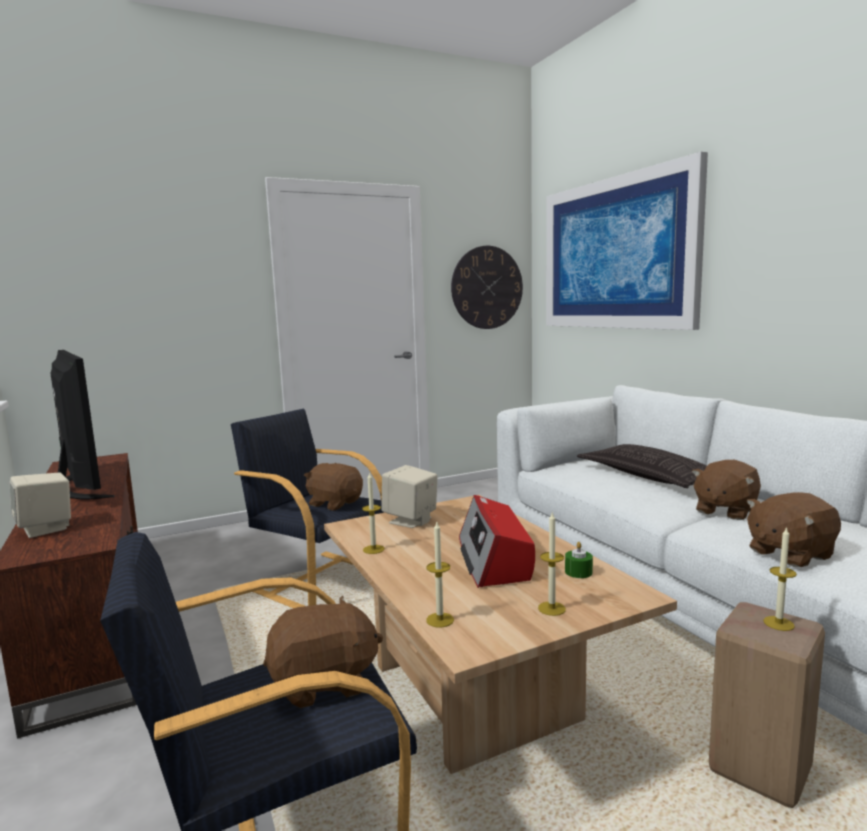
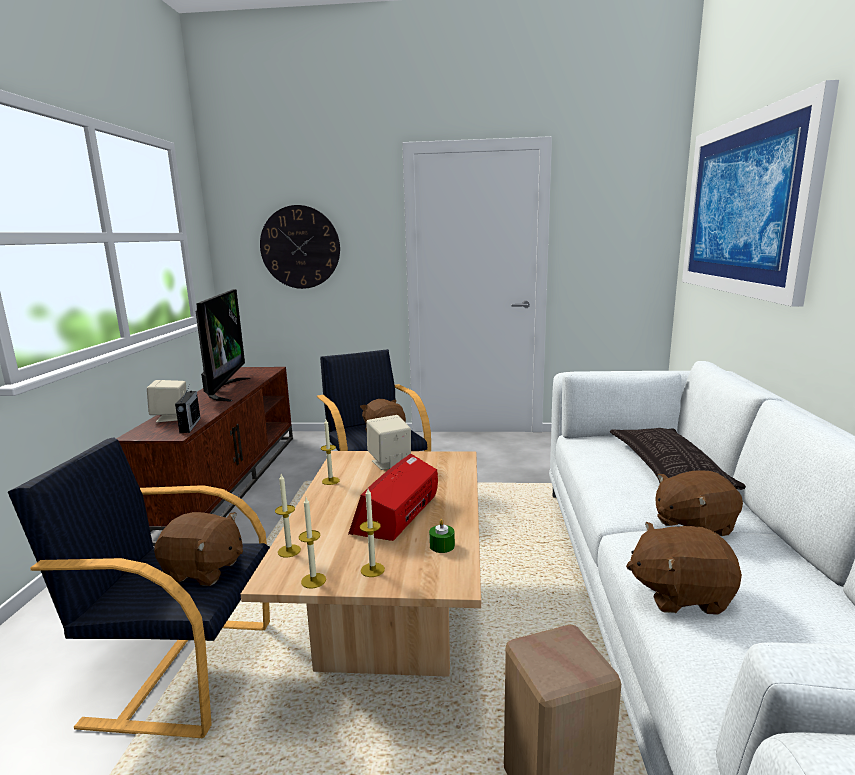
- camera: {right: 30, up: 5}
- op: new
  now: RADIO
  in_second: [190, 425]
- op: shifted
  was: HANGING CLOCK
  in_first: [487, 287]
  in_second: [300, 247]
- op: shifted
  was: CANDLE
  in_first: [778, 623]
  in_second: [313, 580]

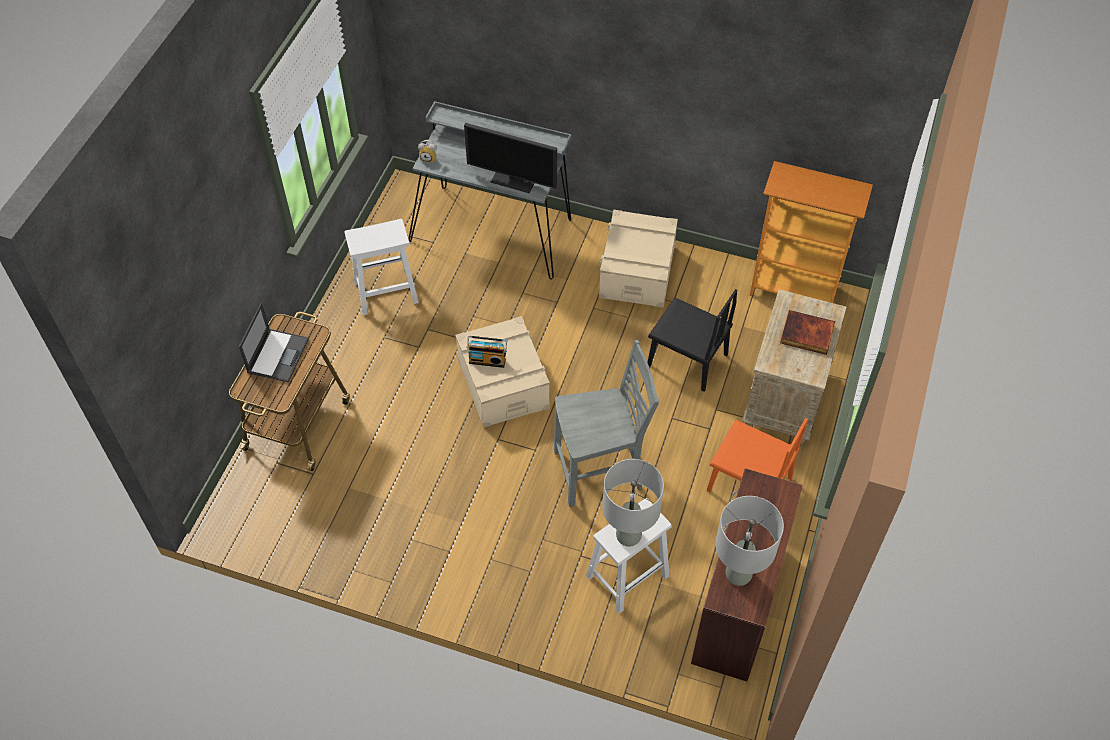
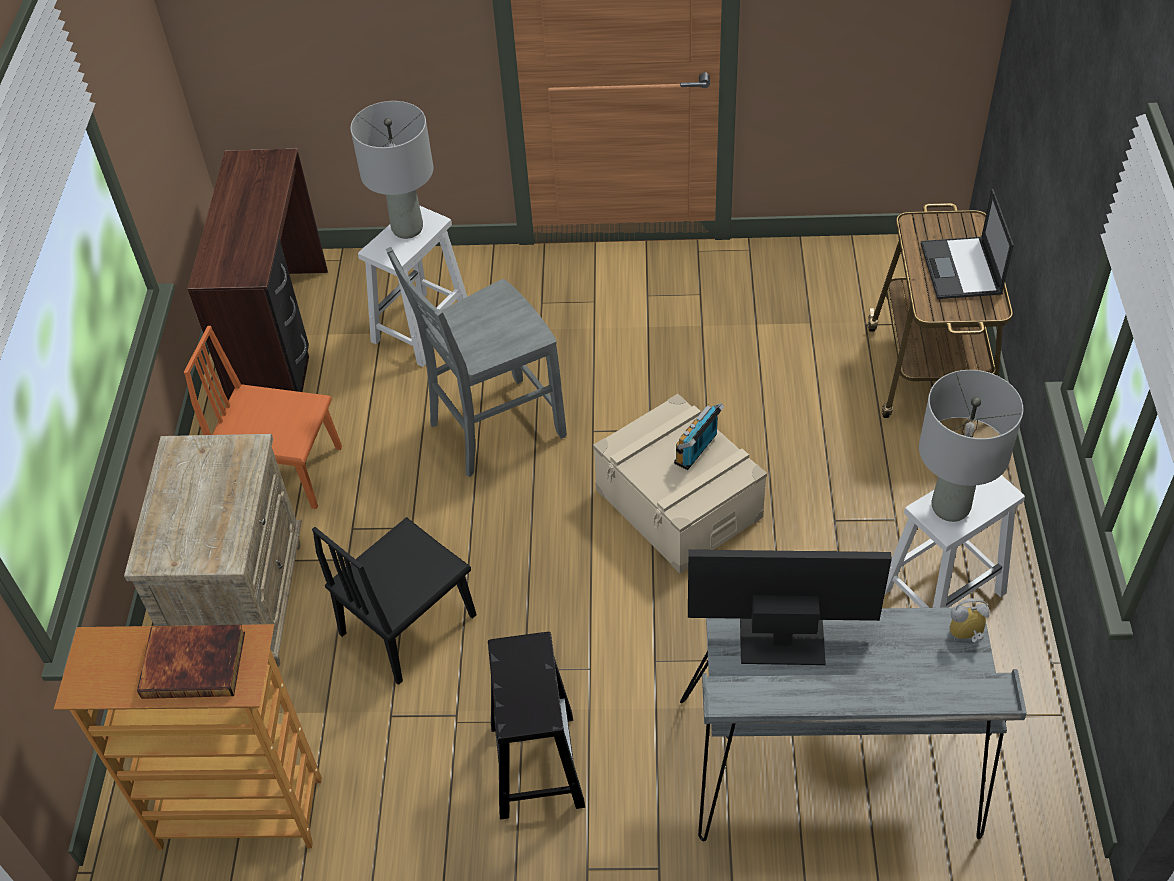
- camera: {right: 165, up: -5}
- op: shifted
  was: BOUND BOOK
  in_first: [806, 335]
  in_second: [195, 663]
- op: rotated
  was: BLACK PLAIN CHAIR
  in_first: [687, 359]
  in_second: [408, 624]
  clockwise: -60
- op: swapped
  was: BEIGE STORAGE BOX
  now: BLACK STOOL
  in_first: [637, 272]
  in_second: [536, 763]
- op: rotated
  was: RADIO
  in_first: [487, 360]
  in_second: [698, 450]
  clockwise: -45
- op: shifted
  was: GREYISH TABLE LAMP
  in_first: [738, 575]
  in_second: [951, 507]

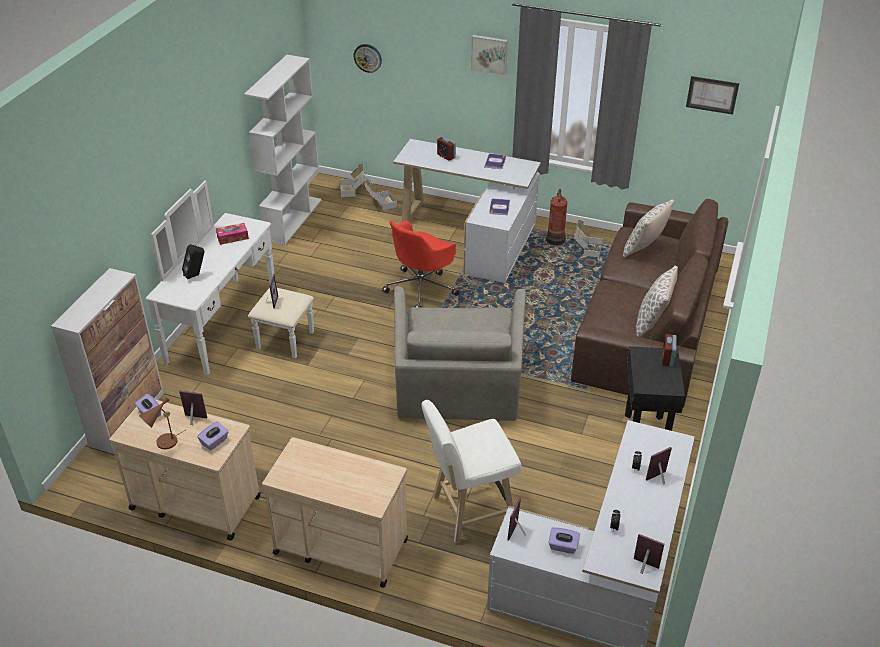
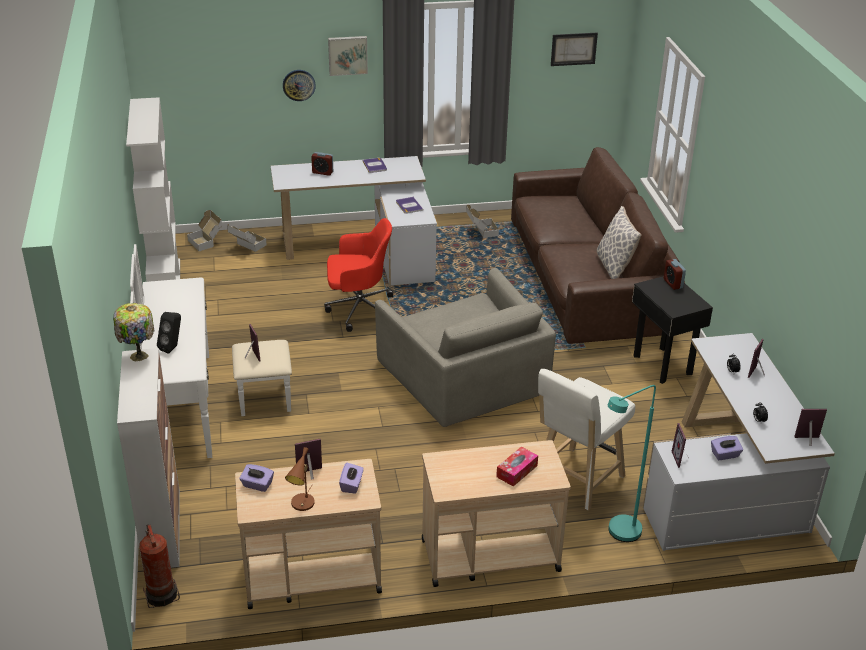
- camera: {right: -30, up: -5}
- op: new
  now: TABLE LAMP
  in_second: [138, 357]
- op: shifted
  was: EXTINGUISHER
  in_first: [555, 239]
  in_second: [162, 594]
- op: shifted
  was: HANGING CLOCK
  in_first: [368, 57]
  in_second: [299, 85]
- op: rotated
  was: RED COMPUTER CHAIR
  in_first: [421, 288]
  in_second: [359, 309]
  clockwise: -105
- op: shifted
  was: BOX OF TISSUES
  in_first: [232, 237]
  in_second: [517, 471]
- op: new
  now: BLUE-GREEN FLOOR LAMP
  in_second: [618, 534]
- op: gone
  was: CUSHION
  in_first: [644, 249]

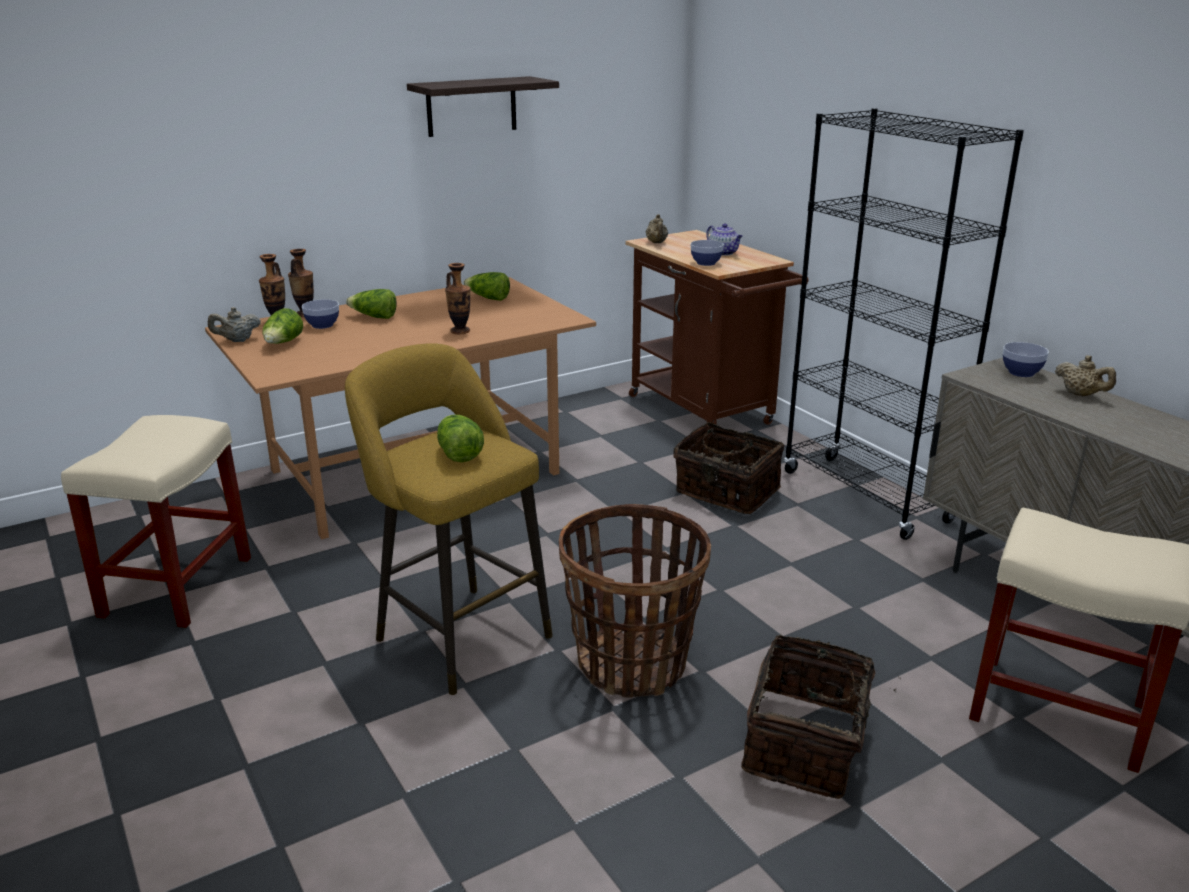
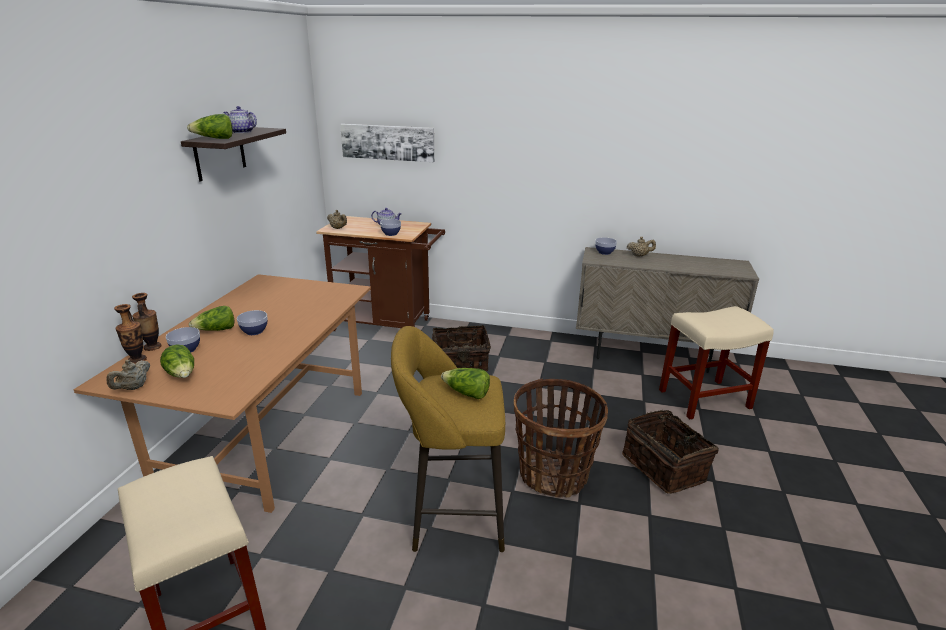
- camera: {right: -45, up: 0}
- op: shifted
  was: HEAD OF LETTUCE
  in_first: [488, 298]
  in_second: [214, 139]
- op: new
  now: POT FOR TEA
  in_second: [241, 132]
- op: new
  now: SERVING BOWL
  in_second: [254, 331]
- op: new
  now: WALL ART
  in_second: [388, 142]
- op: gone
  was: DECORATIVE VASE
  in_first: [460, 331]
- op: gone
  was: BLACK SHELVING UNIT
  in_first: [866, 496]

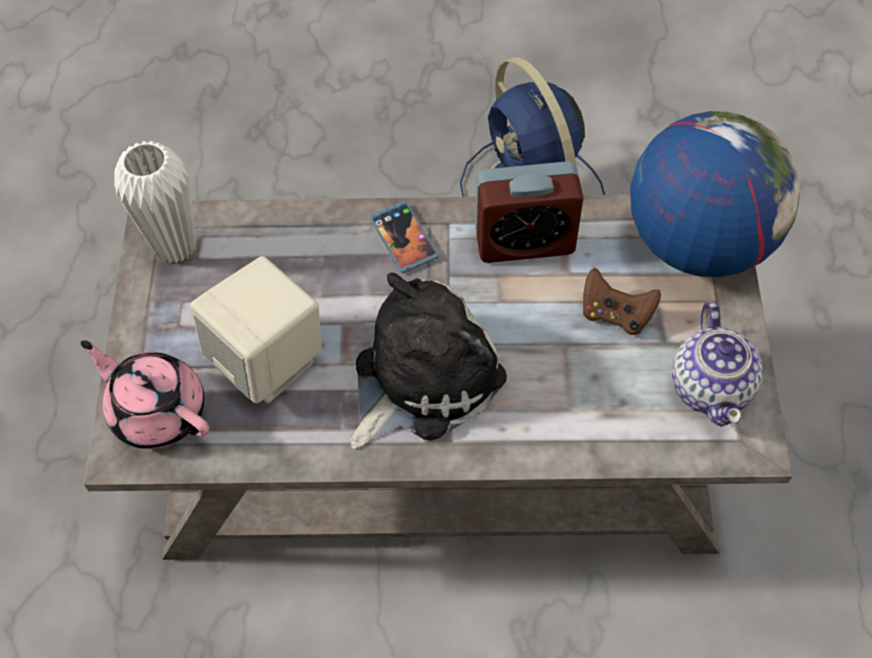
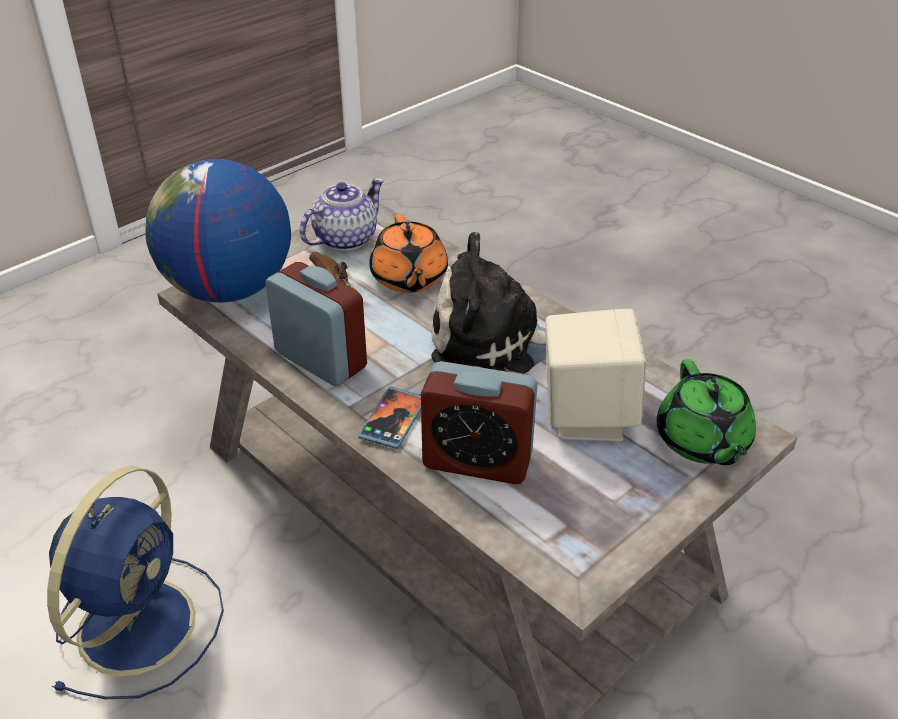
- camera: {right: -135, up: -20}
- op: new
  now: ORANGEY POT FOR TEA
  in_second: [409, 279]
- op: new
  now: TABLE CLOCK
  in_second: [477, 461]
- op: repainted
  was: PINKISH POT FOR TEA
  now: GREENISH POT FOR TEA
  in_first: [157, 410]
  in_second: [702, 442]
- op: gone
  was: WHITE-COLOURED DECORATIVE VASE
  in_first: [175, 246]

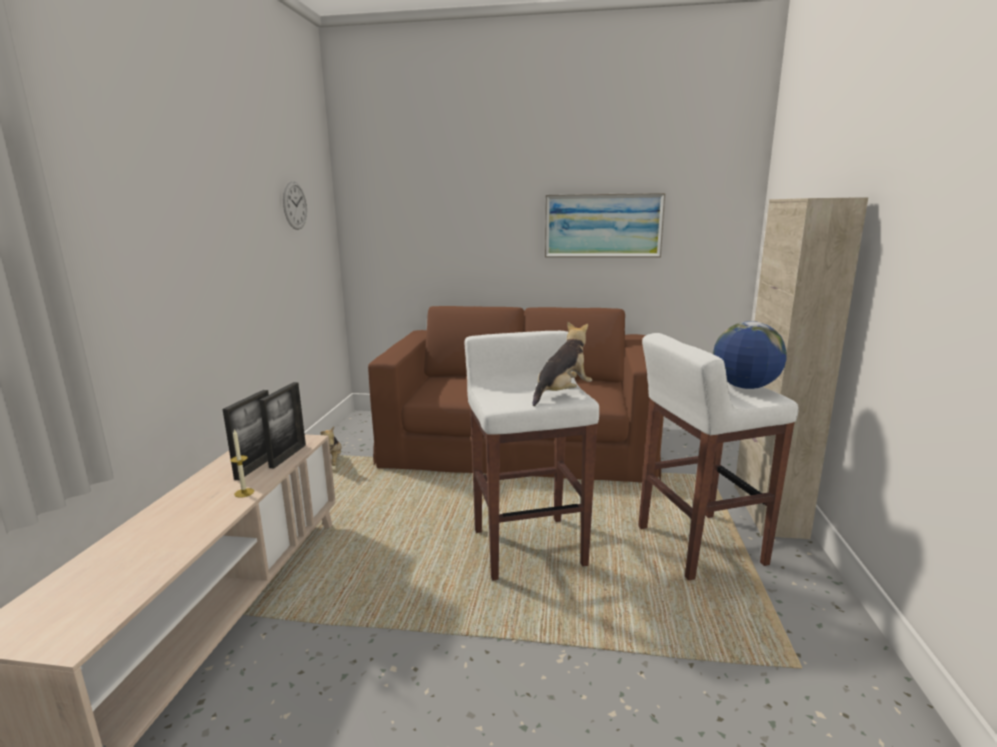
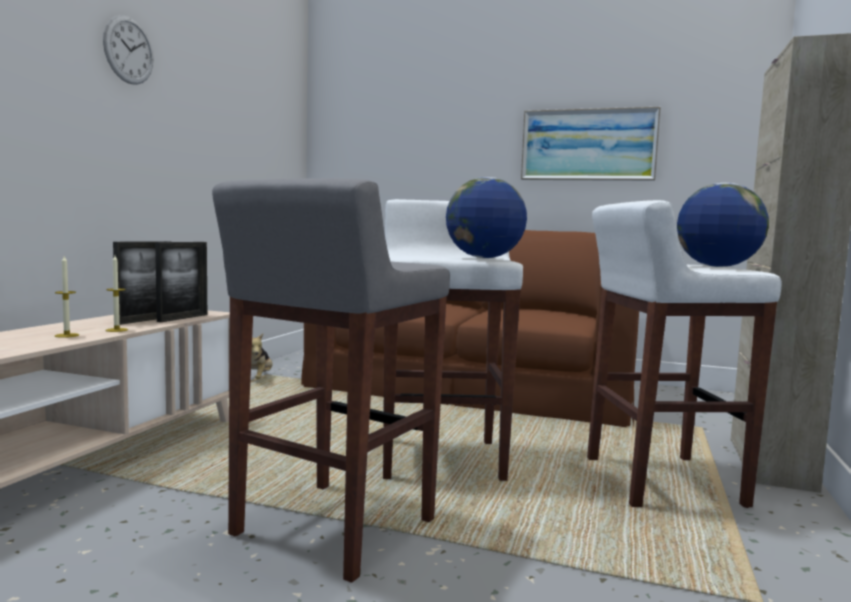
- camera: {right: 10, up: -10}
- op: new
  now: CANDLE
  in_second: [67, 335]
- op: shifted
  was: HANGING CLOCK
  in_first: [295, 205]
  in_second: [129, 50]
- op: new
  now: GREYISH STOOL
  in_second: [332, 529]
- op: swapped
  was: SOFT TOY
  now: DESK GLOBE
  in_first: [562, 393]
  in_second: [484, 258]

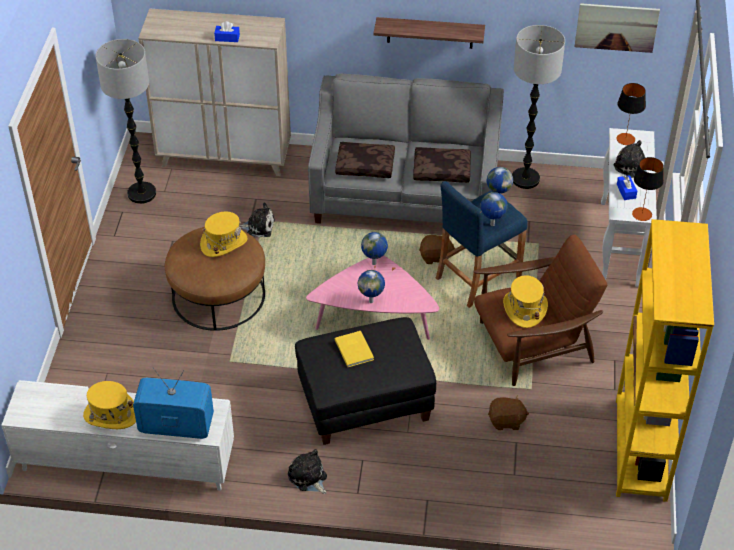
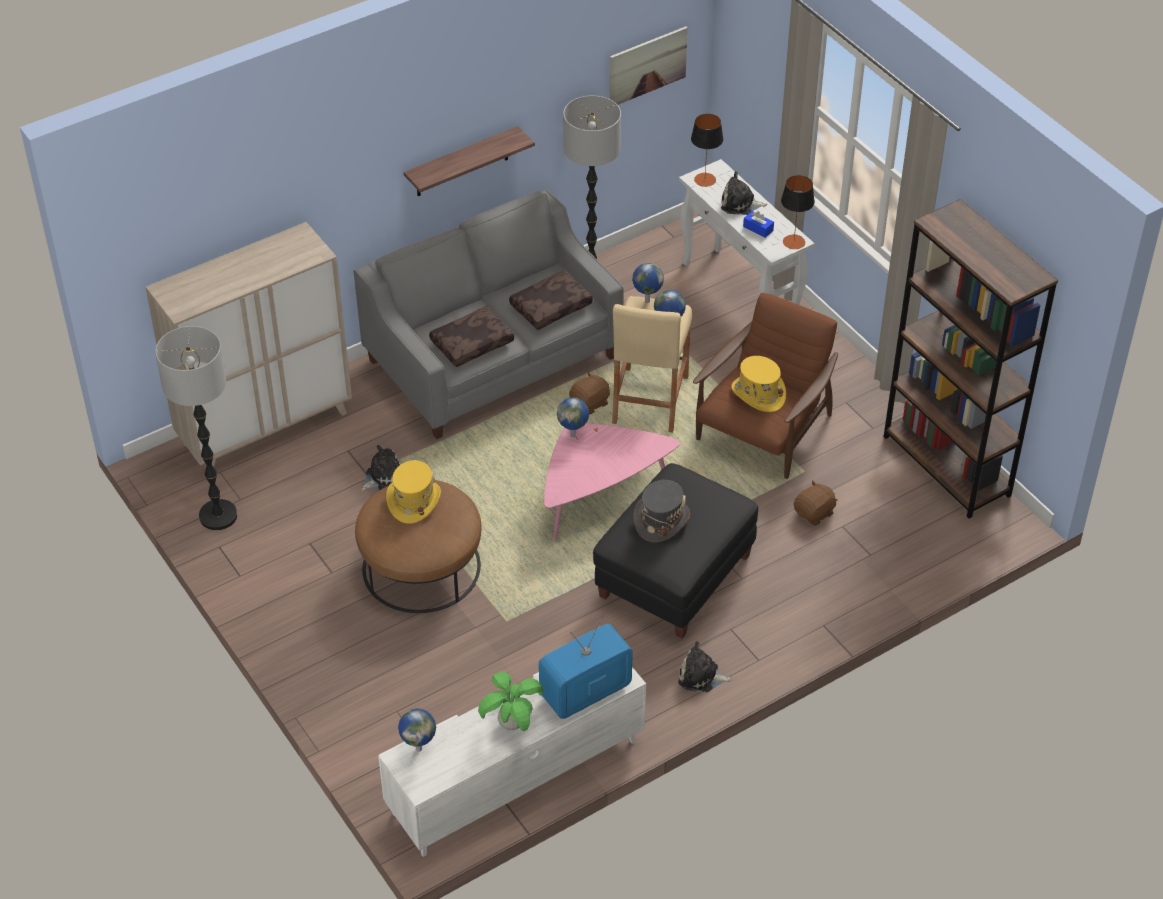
- camera: {right: -40, up: 0}
- op: shifted
  was: DESK GLOBE
  in_first: [371, 301]
  in_second: [419, 748]
- op: swapped
  was: YELLOW-COLOURED WEARABLE HAT
  now: HOUSEPLANT
  in_first: [110, 415]
  in_second: [511, 724]
- op: repainted
  was: BLUE STOOL
  now: BEIGE STOOL
  in_first: [477, 277]
  in_second: [649, 400]
- op: swapped
  was: YELLOW-COLOURED BOUND BOOK
  now: GREYISH WEARABLE HAT
  in_first: [355, 349]
  in_second: [661, 520]
- op: repainted
  was: YELLOW-COLOURED SHELVING UNIT
  now: BROWN SHELVING UNIT
  in_first: [640, 449]
  in_second: [946, 466]
- op: gone
  was: BLUE BOX OF TISSUES
  in_first: [227, 38]

